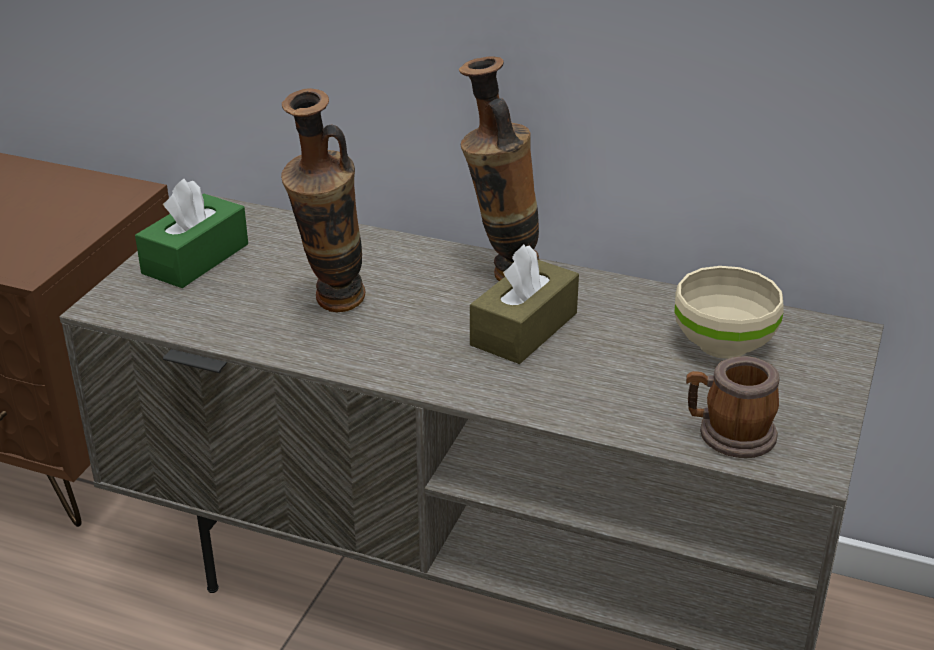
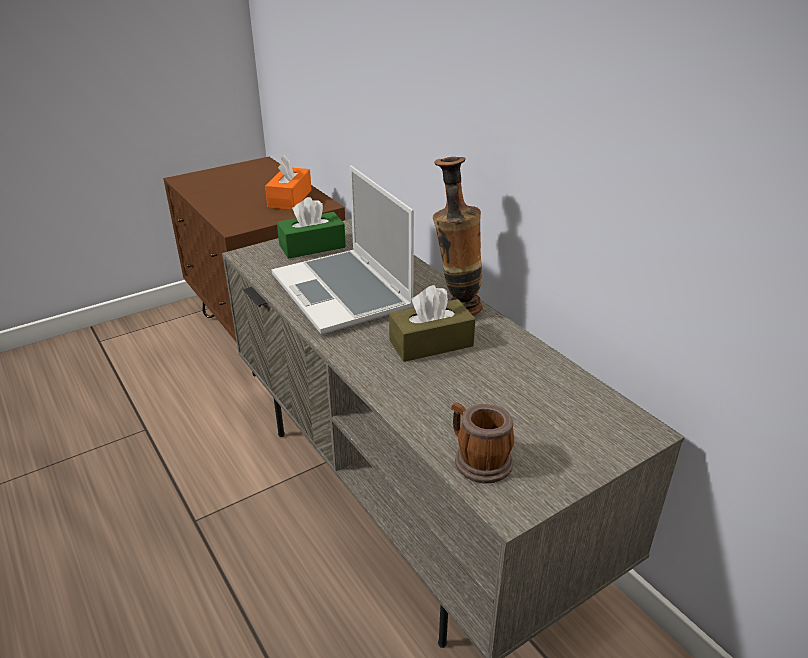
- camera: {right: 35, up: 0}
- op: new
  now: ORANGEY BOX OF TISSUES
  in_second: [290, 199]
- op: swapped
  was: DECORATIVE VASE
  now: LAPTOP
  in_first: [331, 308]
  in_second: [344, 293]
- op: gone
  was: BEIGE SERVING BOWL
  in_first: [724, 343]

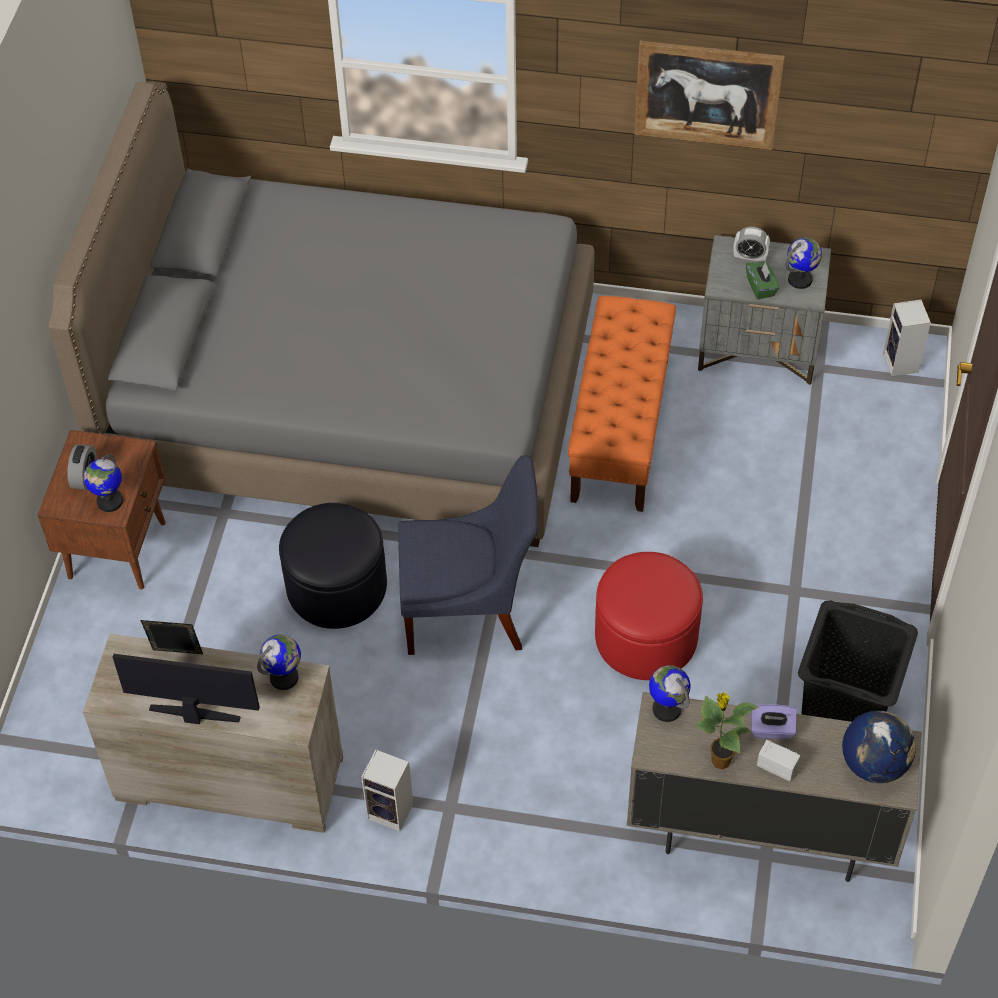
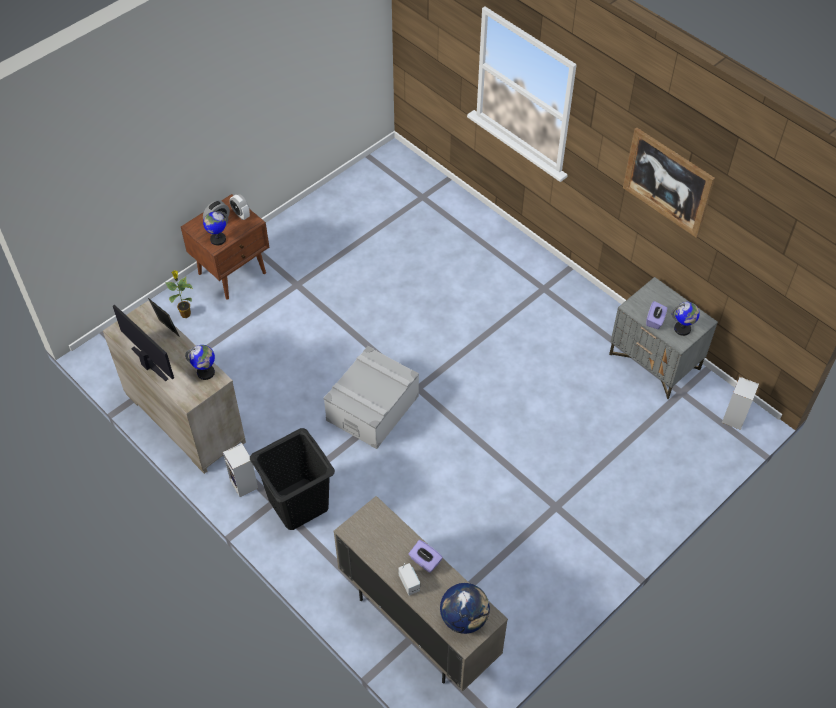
- camera: {right: 35, up: 0}
- op: shifted
  was: HOUSEPLANT
  in_first: [719, 760]
  in_second: [185, 313]
- op: shifted
  was: TABLE CLOCK
  in_first: [750, 257]
  in_second: [241, 214]
- op: shifted
  was: BLACK LAUNDRY BASKET
  in_first: [842, 715]
  in_second: [298, 503]
- op: swapped
  was: BLUE PLAIN CHAIR
  now: GREYISH STORAGE BOX
  in_first: [470, 611]
  in_second: [372, 408]
- op: repainted
  was: GREENISH BOX OF TISSUES
  now: PURPLISH BOX OF TISSUES
  in_first: [761, 287]
  in_second: [655, 320]
- op: gone
  was: GREYISH BED
  in_first: [351, 395]
- op: gone
  was: BLACK OTTOMAN
  in_first: [336, 587]
- op: gone
  was: ORANGEY BENCH
  in_first: [620, 429]
- op: gone
  was: RED OTTOMAN
  in_first: [646, 637]
- op: gone
  was: DESK GLOBE
  in_first: [666, 709]

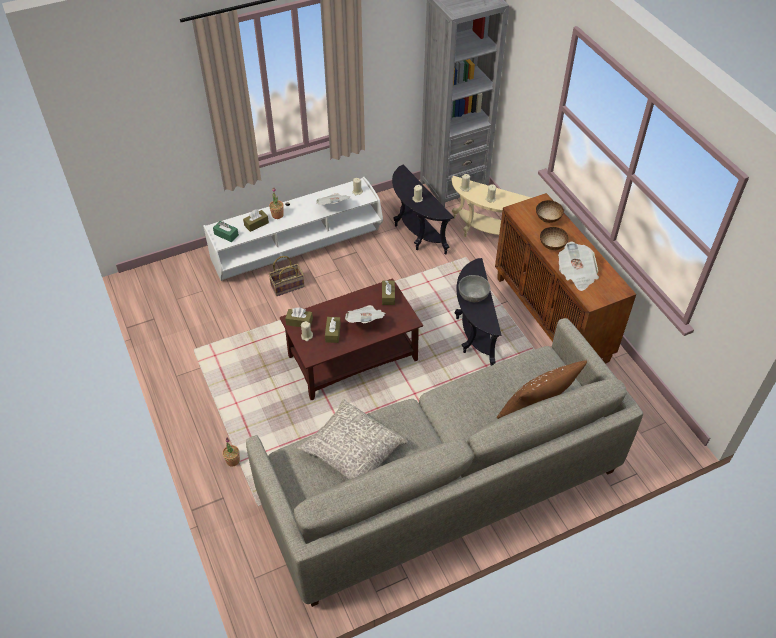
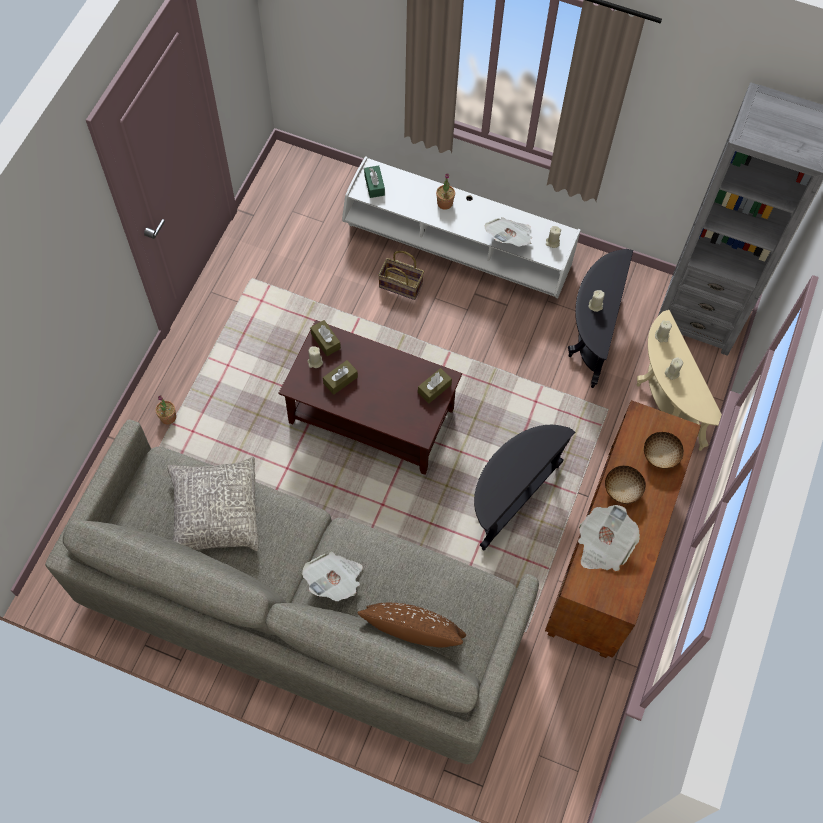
- camera: {right: 45, up: 15}
- op: shifted
  was: DAILY PAPER
  in_first: [365, 321]
  in_second: [335, 580]
- op: gone
  was: BROWN BOX OF TISSUES
  in_first: [256, 224]
- op: gone
  was: GREYISH SERVING BOWL
  in_first: [473, 294]

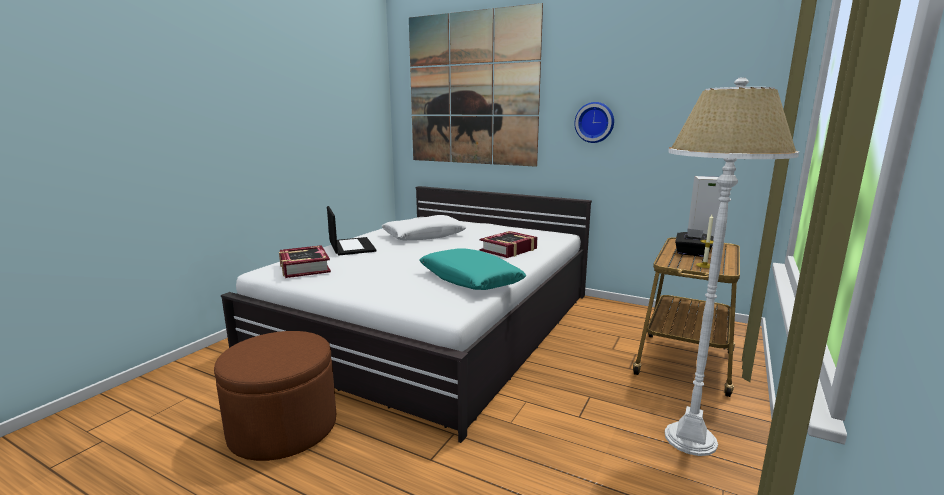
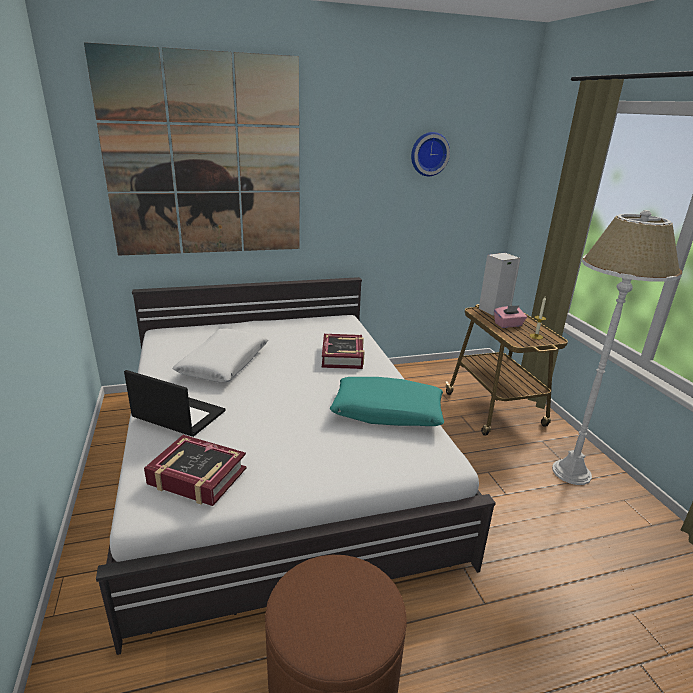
- camera: {right: -45, up: 10}
- op: shifted
  was: HANGING CLOCK
  in_first: [594, 122]
  in_second: [429, 154]
- op: repainted
  was: BLACK BOX OF TISSUES
  now: PINKISH BOX OF TISSUES
  in_first: [692, 254]
  in_second: [508, 325]

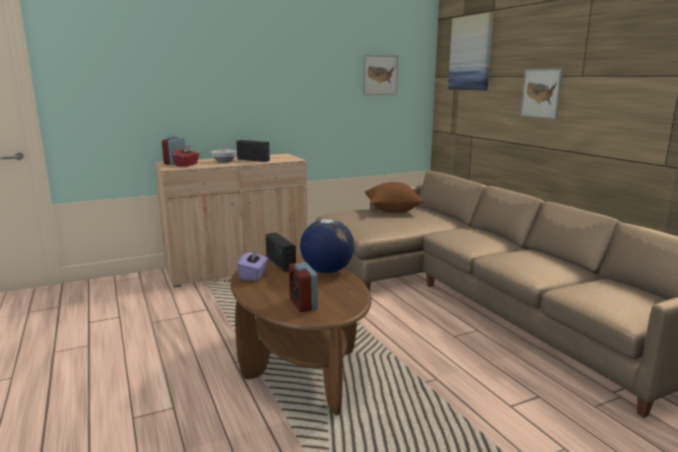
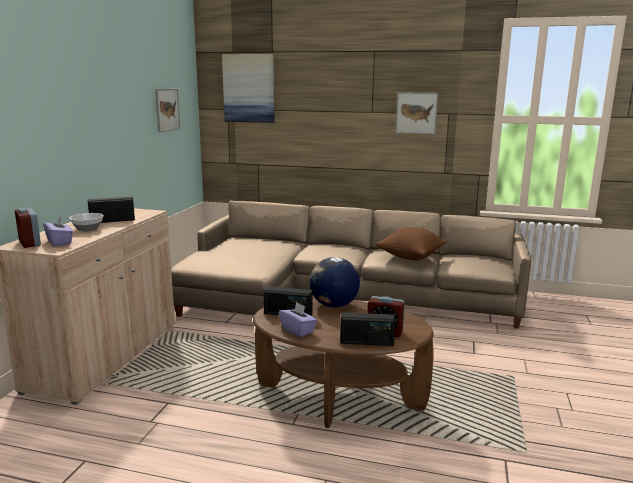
- camera: {right: -50, up: 0}
- op: repainted
  was: RED BOX OF TISSUES
  now: PURPLISH BOX OF TISSUES
  in_first: [187, 165]
  in_second: [60, 242]
- op: new
  now: RADIO
  in_second: [366, 342]
- op: shifted
  was: BROWN CUSHION
  in_first: [392, 210]
  in_second: [410, 257]
- op: shifted
  was: WALL ART
  in_first: [541, 93]
  in_second: [416, 113]

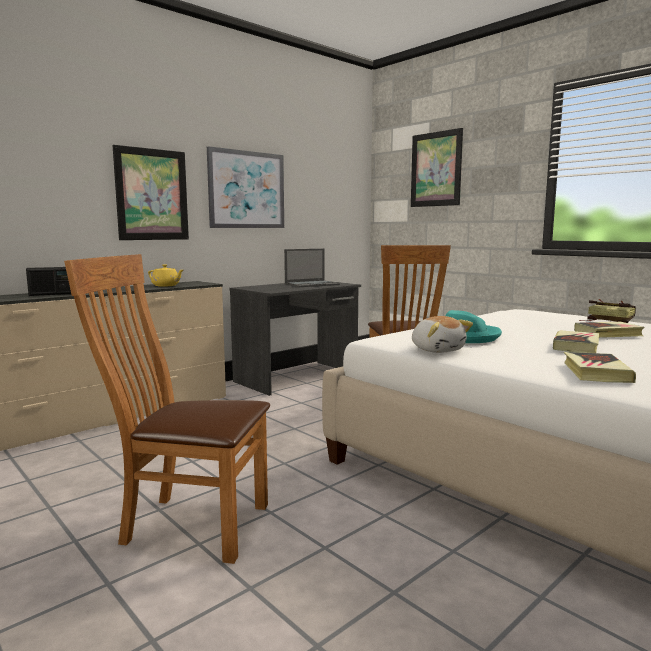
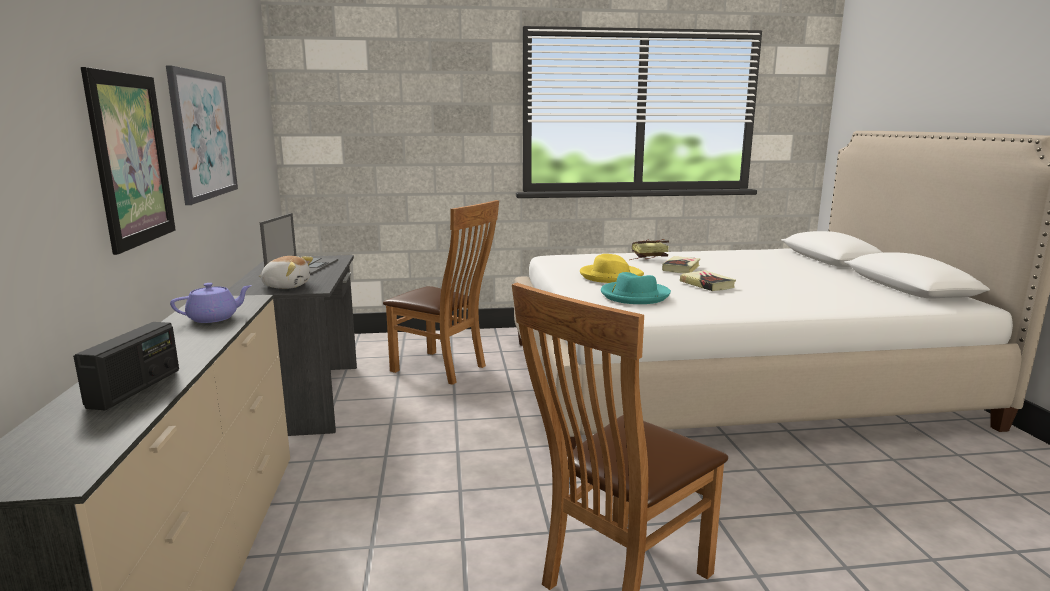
- camera: {right: -55, up: 5}
- op: repainted
  was: YELLOW-COLOURED POT FOR TEA
  now: PURPLISH POT FOR TEA
  in_first: [166, 285]
  in_second: [214, 318]
- op: shifted
  was: SOFT TOY
  in_first: [437, 350]
  in_second: [287, 286]
- op: new
  now: YELLOW-COLOURED WEARABLE HAT
  in_second: [610, 276]
- op: gone
  was: WALL ART
  in_first: [436, 169]
- op: gone
  was: BOUND BOOK
  in_first: [595, 372]

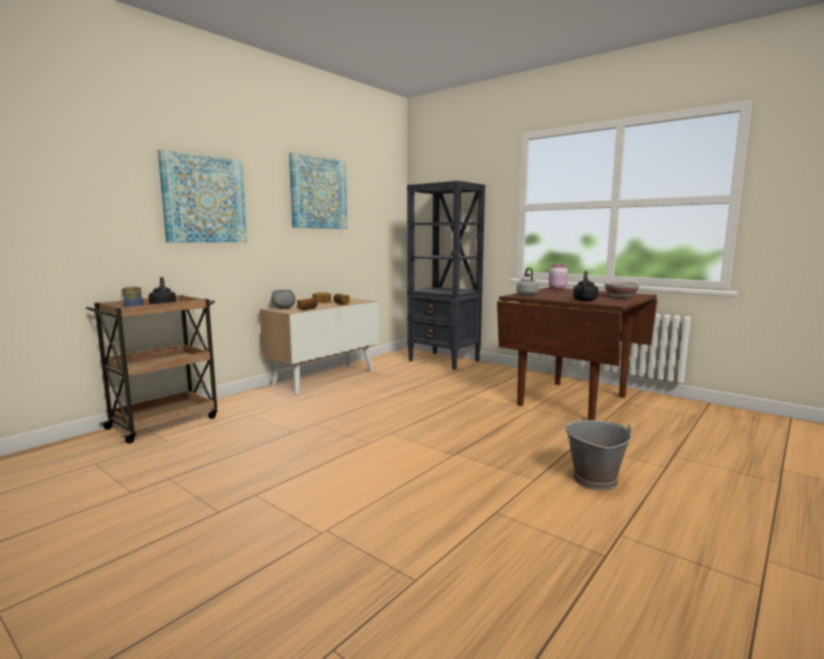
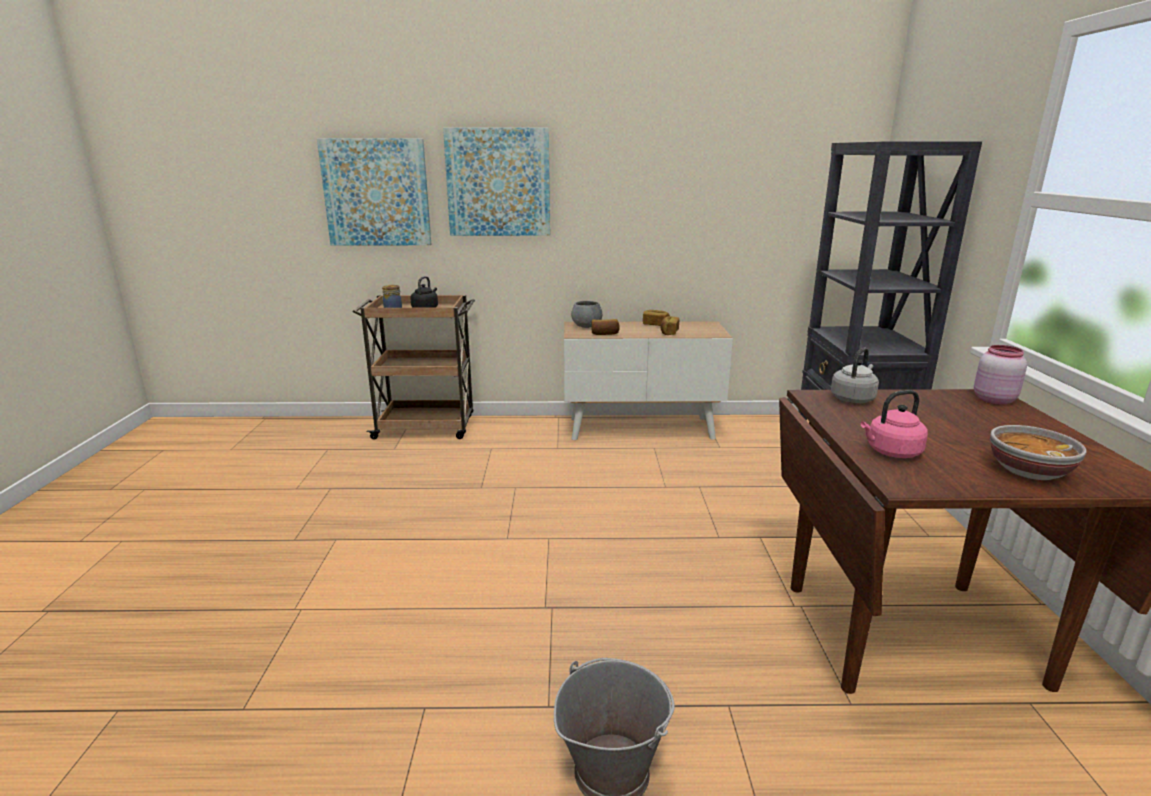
- camera: {right: 50, up: 10}
- op: shifted
  was: WALL ART
  in_first: [318, 193]
  in_second: [376, 193]
- op: repainted
  was: BLACK WATER KETTLE
  now: PINKISH WATER KETTLE
  in_first: [584, 300]
  in_second: [891, 452]

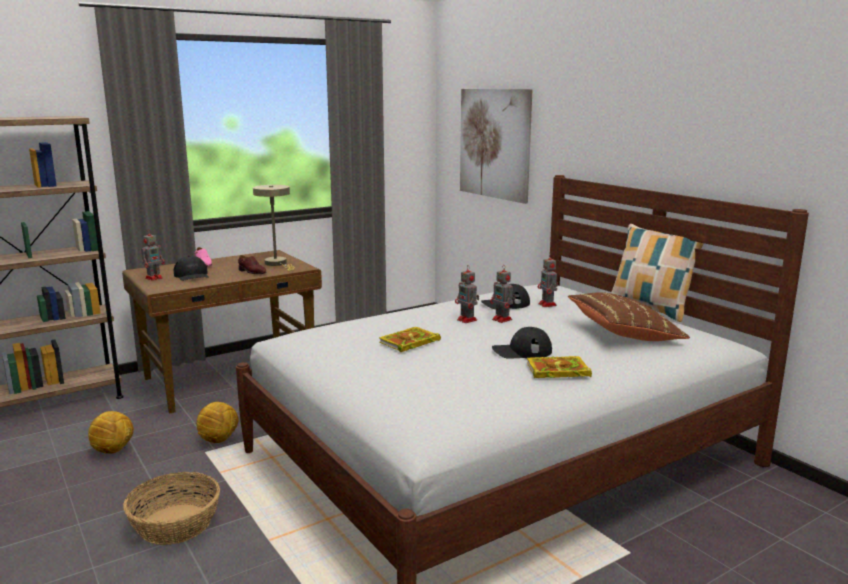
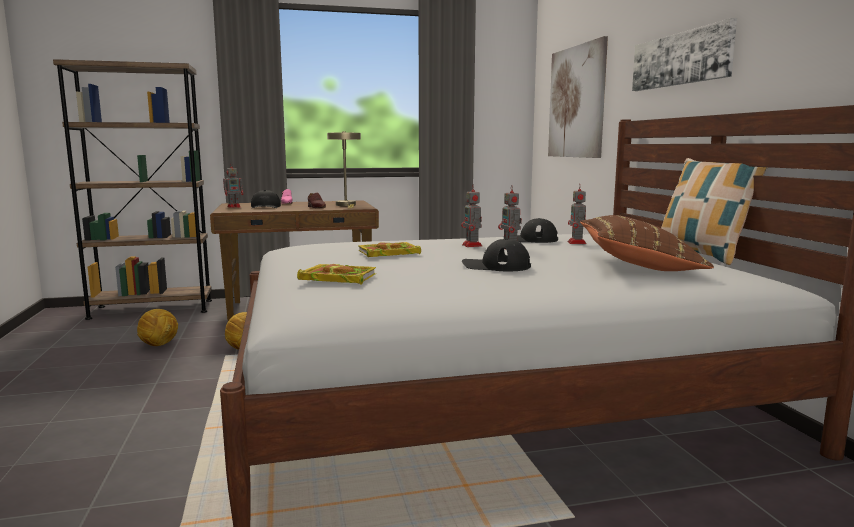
- camera: {right: 20, up: -5}
- op: shifted
  was: BOUND BOOK
  in_first: [556, 371]
  in_second: [336, 278]
- op: new
  now: WALL ART
  in_second: [681, 59]
- op: gone
  was: BASKET
  in_first: [176, 524]

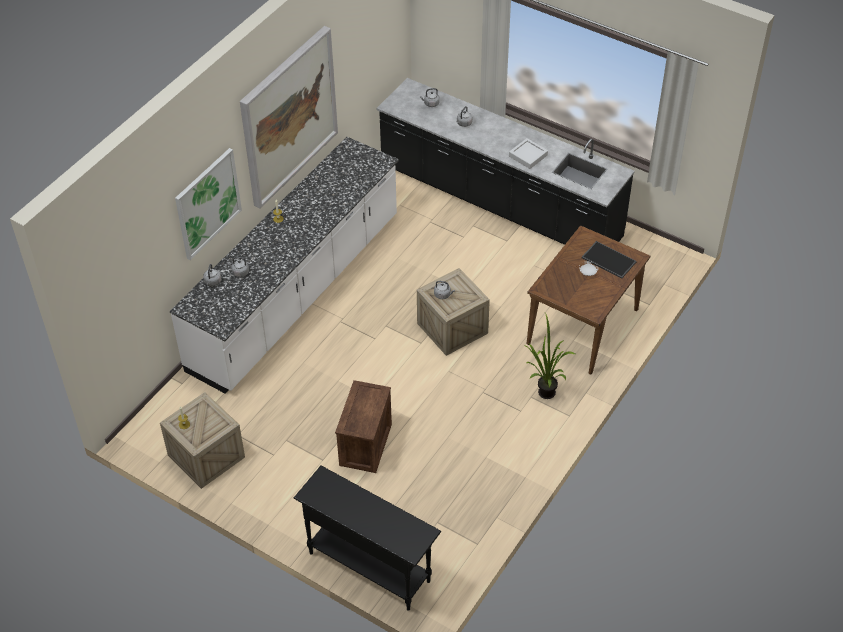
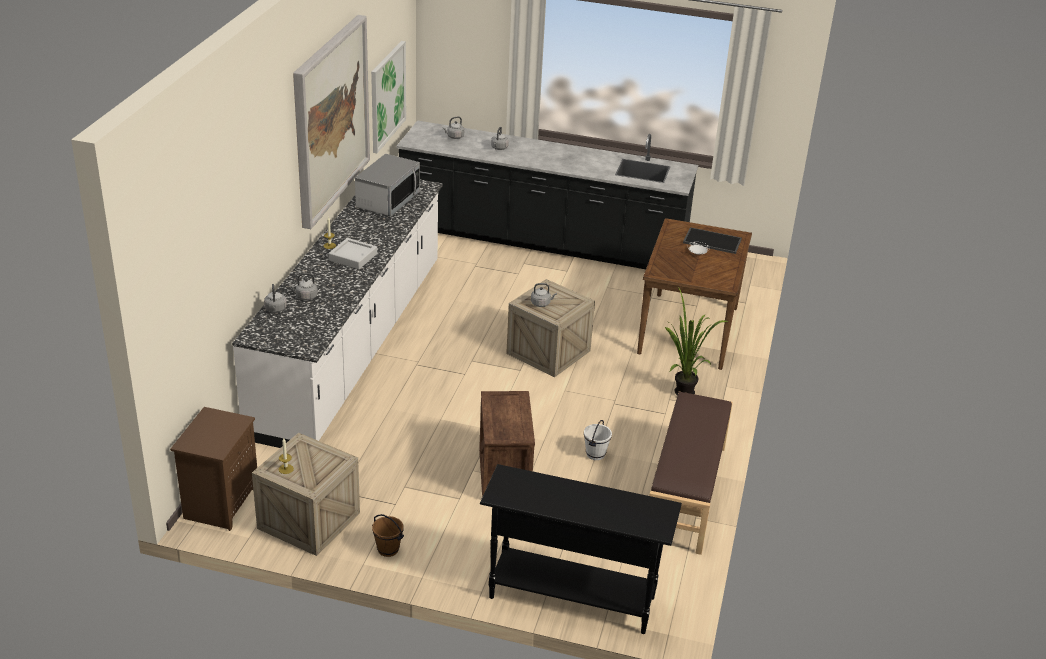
- camera: {right: -20, up: -15}
- op: new
  now: BROWN NIGHT TABLE
  in_second: [221, 503]
- op: shifted
  was: GREYISH CARRYING TRAY
  in_first: [528, 156]
  in_second: [353, 257]
- op: new
  now: MICROWAVE OVEN
  in_second: [387, 201]
- op: shifted
  was: WALL ART
  in_first: [208, 203]
  in_second: [387, 96]
- op: new
  now: BROWN WATER BUCKET
  in_second: [388, 549]
- op: new
  now: WHITE-COLOURED WATER BUCKET
  in_second: [596, 454]
- op: new
  now: BROWN BENCH
  in_second: [686, 493]

